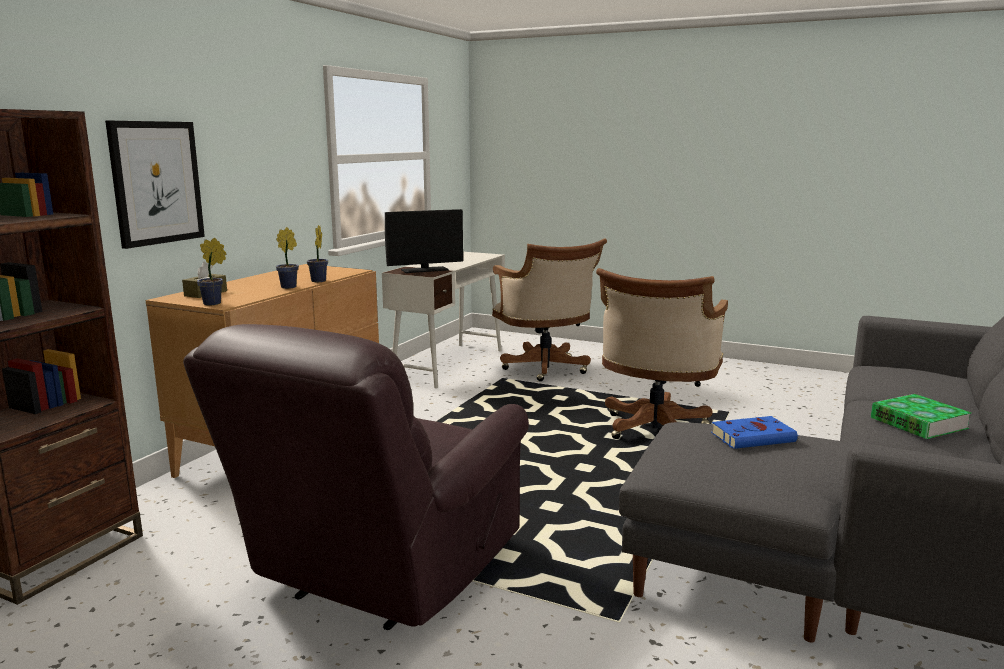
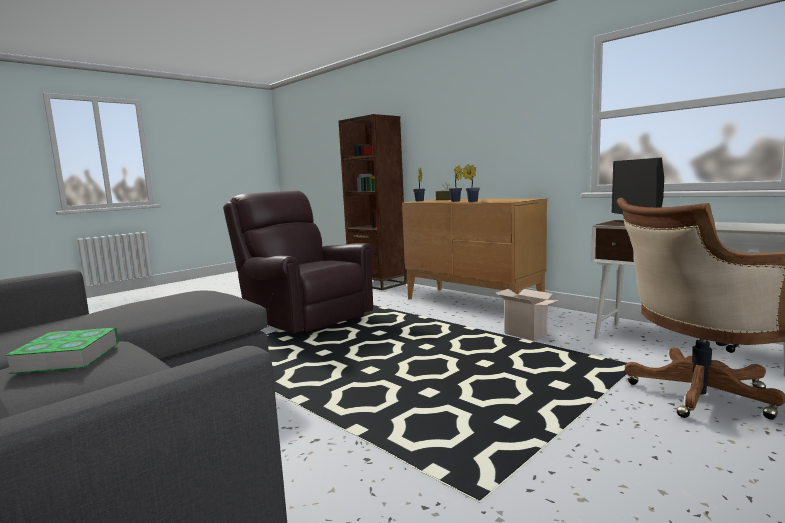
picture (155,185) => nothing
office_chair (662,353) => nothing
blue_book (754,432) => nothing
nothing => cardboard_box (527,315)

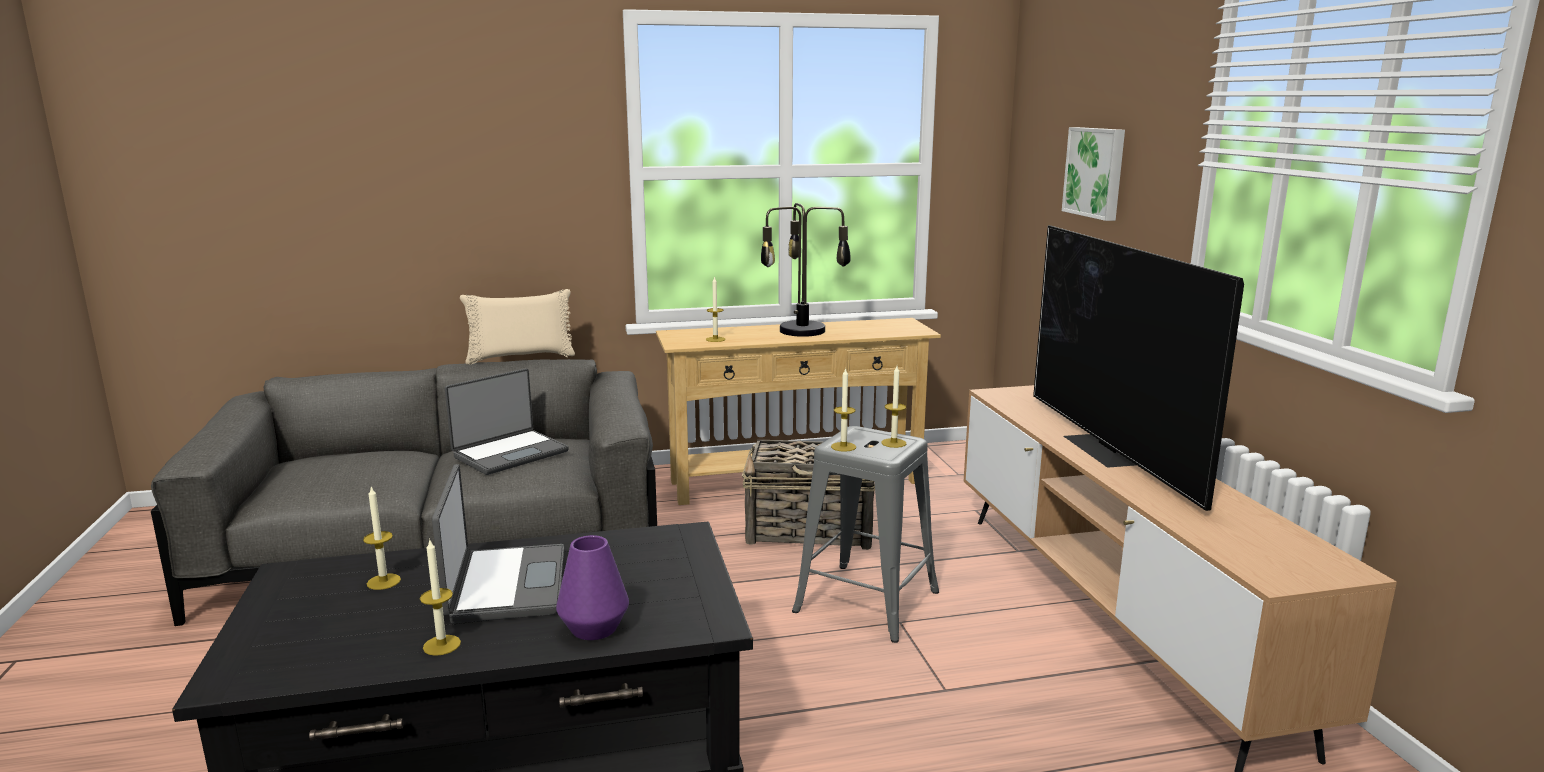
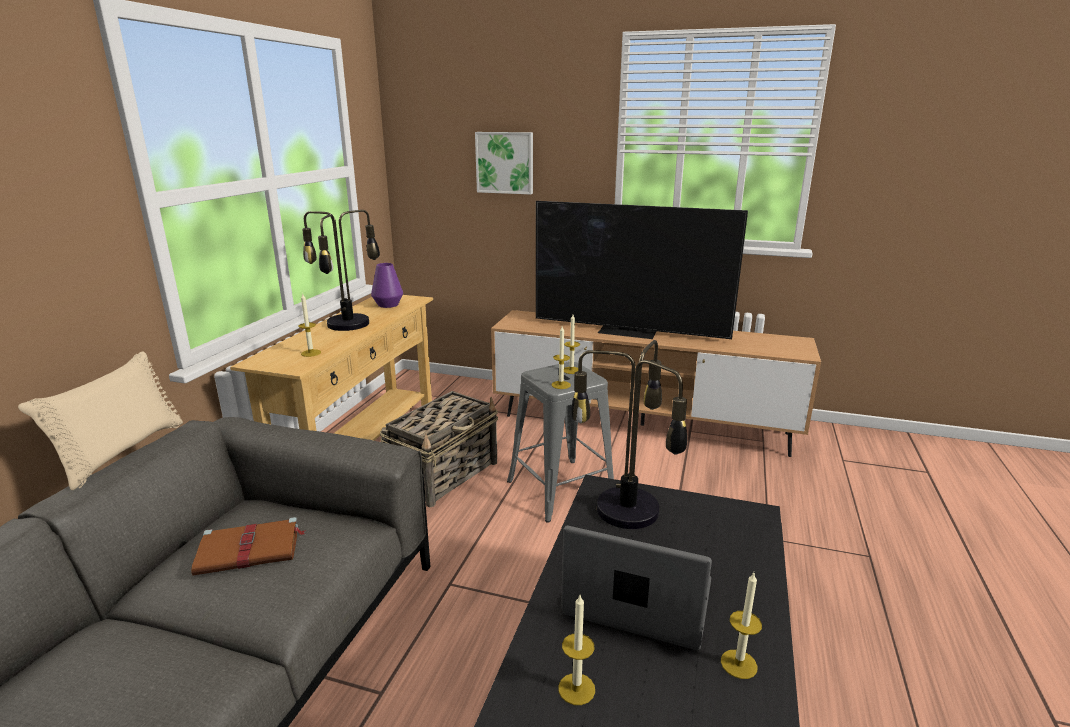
laptop (507,421) => brown_book (248,546)
purple_vase (592,587) => purple_vase (387,285), move
nothing => table_lamp (629,434)

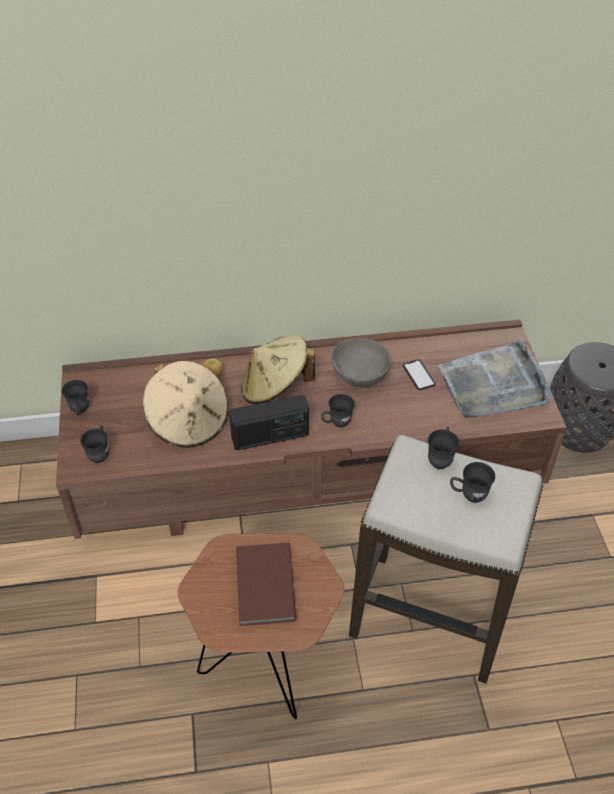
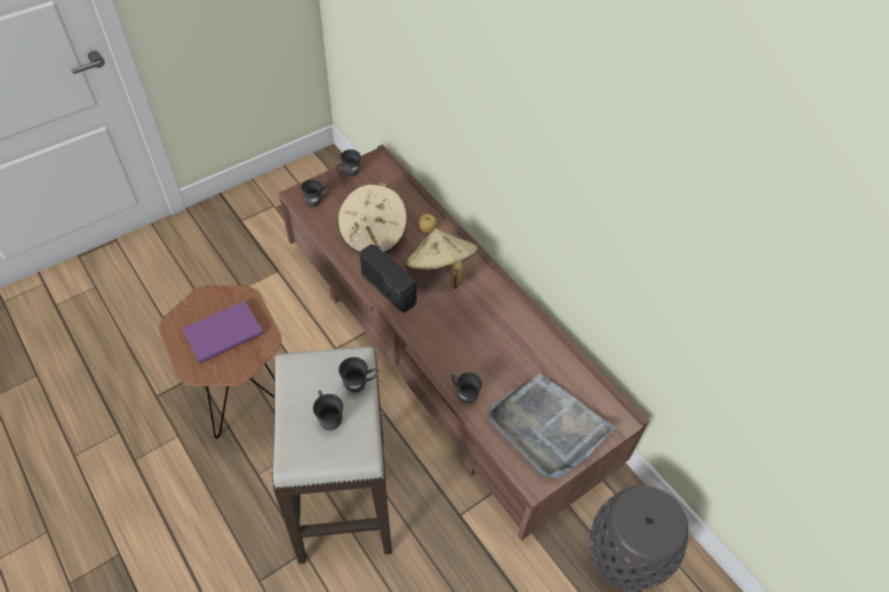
brown_book (266,584) => purple_book (223,332)
grey_mug (338,410) => grey_mug (466,387), move
grey_bowl (361,362) => nothing
phone (419,374) => nothing

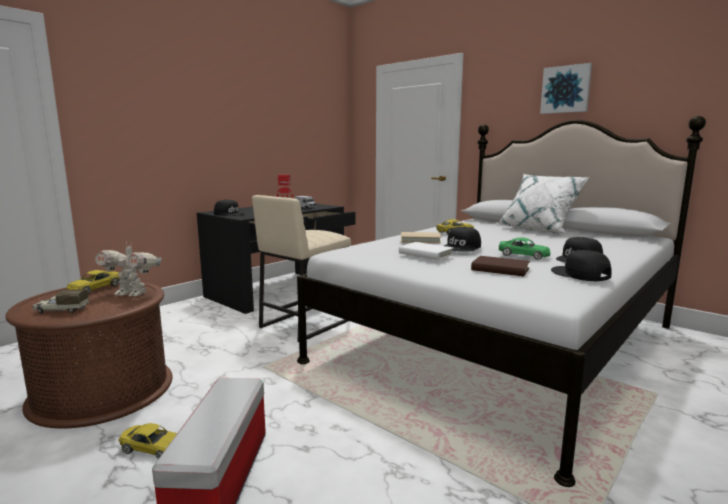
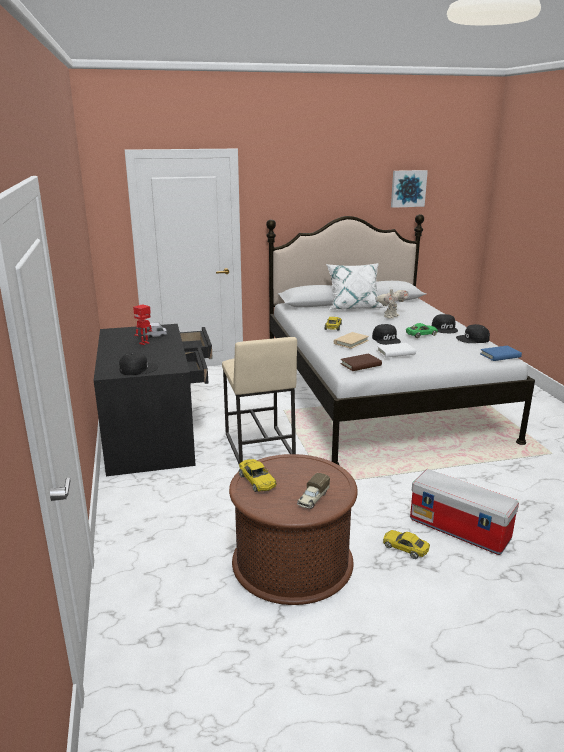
toy_robot (128,268) => toy_robot (392,304), move
yellow_toy_car (147,441) => yellow_toy_car (406,544), 105 degrees counterclockwise
brown_book (500,266) => brown_book (361,362), move
picture (566,88) => picture (409,189), move
nothing => blue_book (501,353)

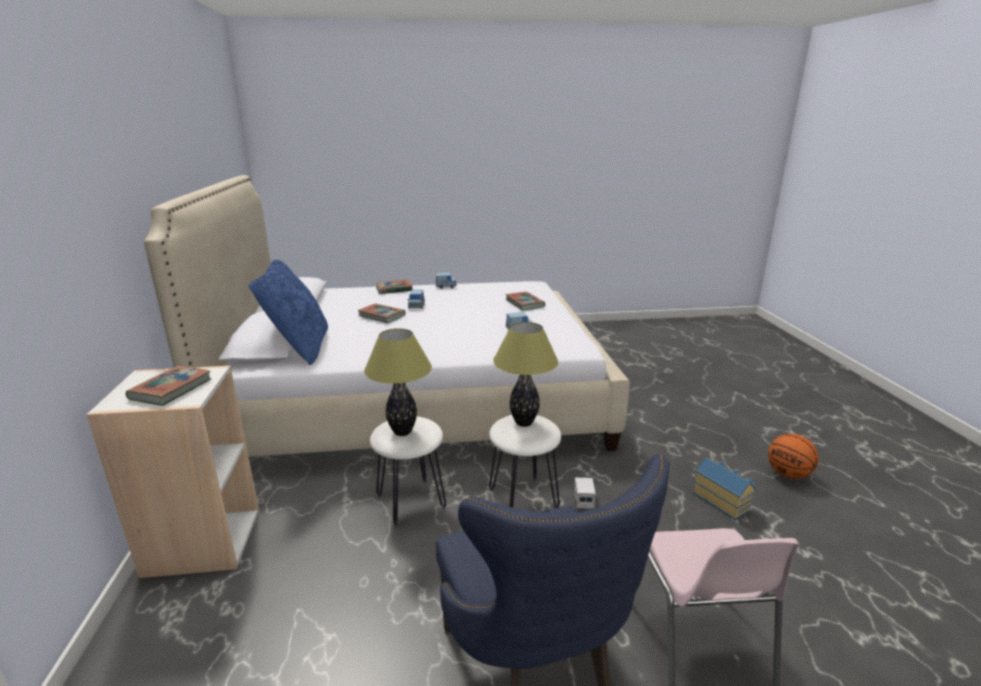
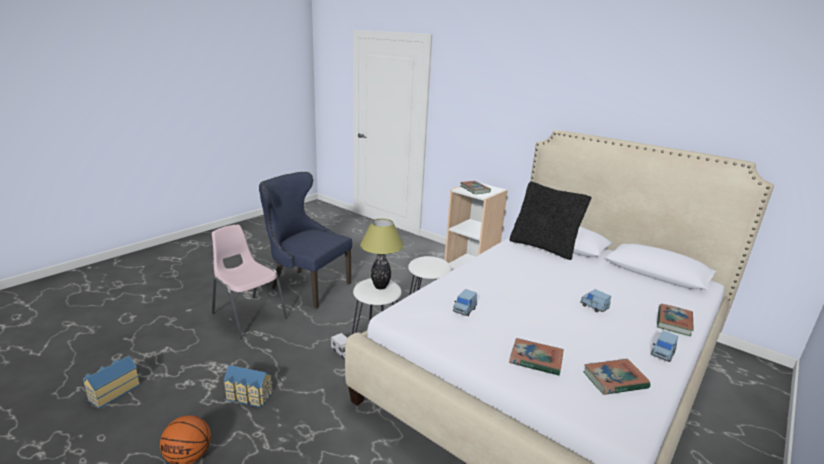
blue_pillow (288,312) => black_pillow (550,220)
book (381,313) => book (616,377), move
table_lamp (398,382) => nothing
nothing => toy_house (111,382)

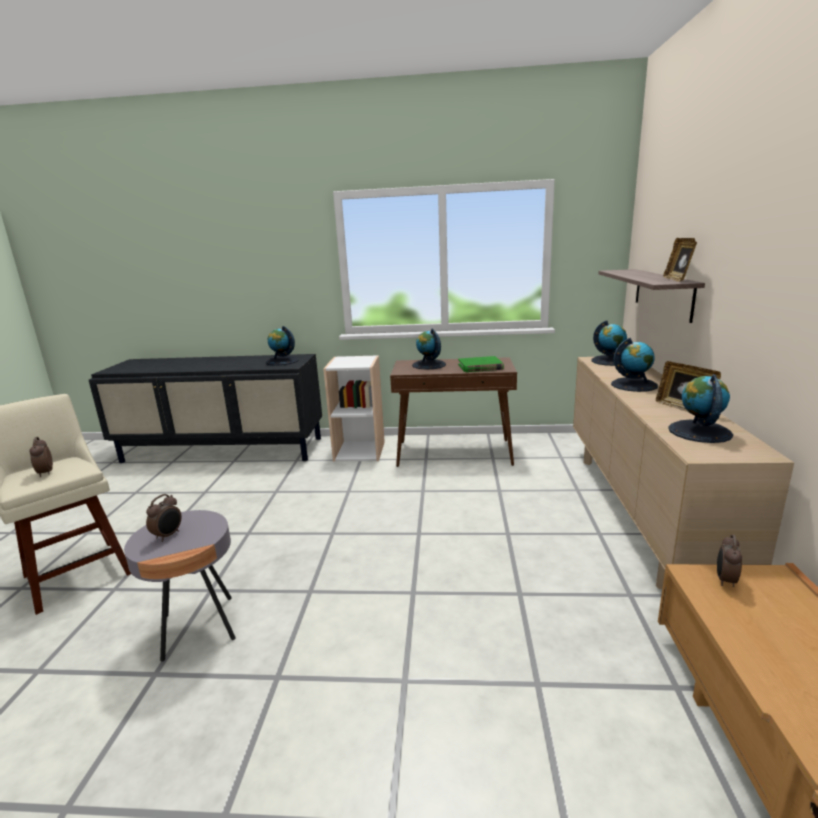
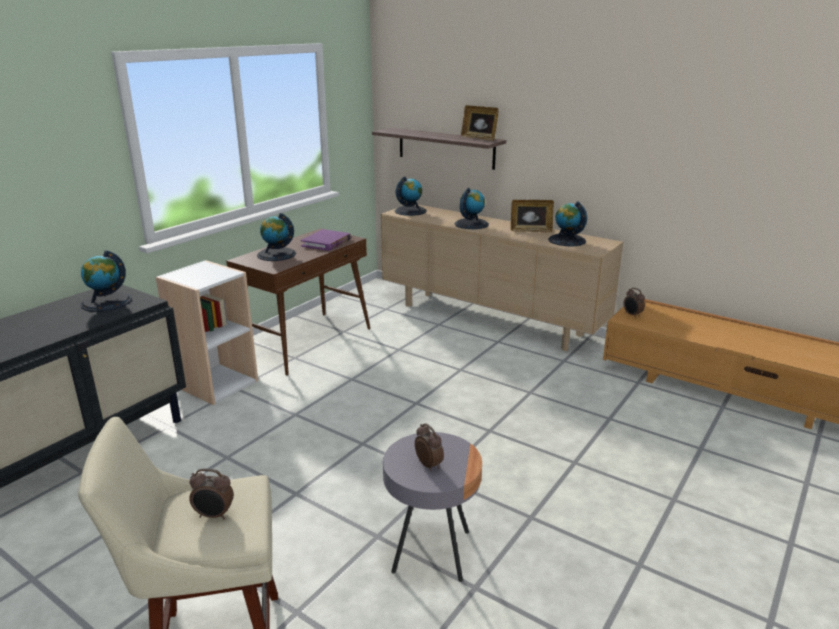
green_book (481,364) => purple_book (326,240)

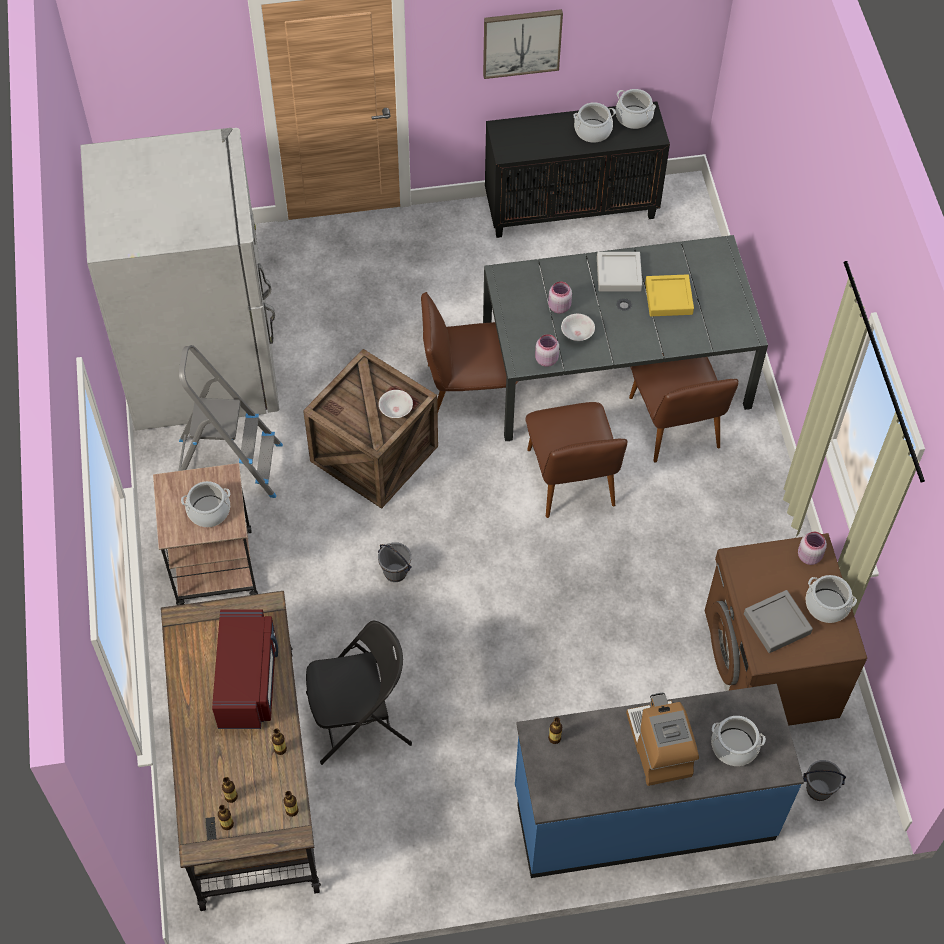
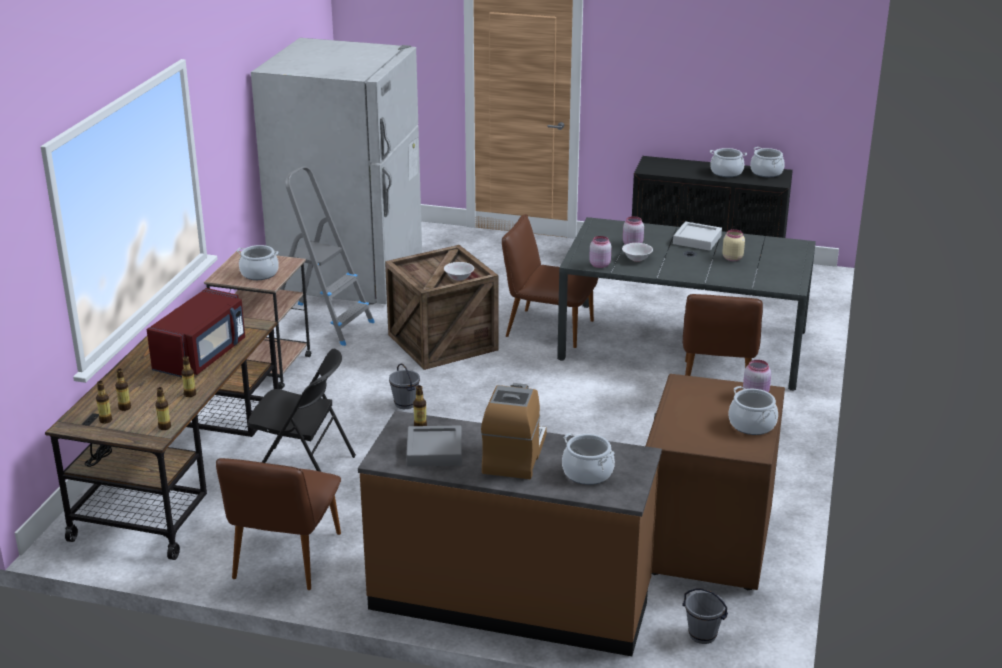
picture (523,44) => nothing
blue_counter (659,781) => brown_counter (510,533)
brown_chair (576,460) => brown_chair (278,524), move
yellow_tray (669,295) => beige_jar (733,245)
grey_tray (778,621) => grey_tray (434,445), move

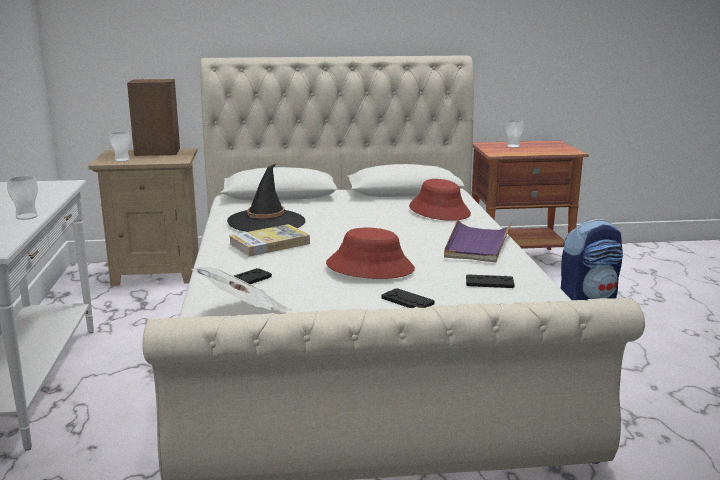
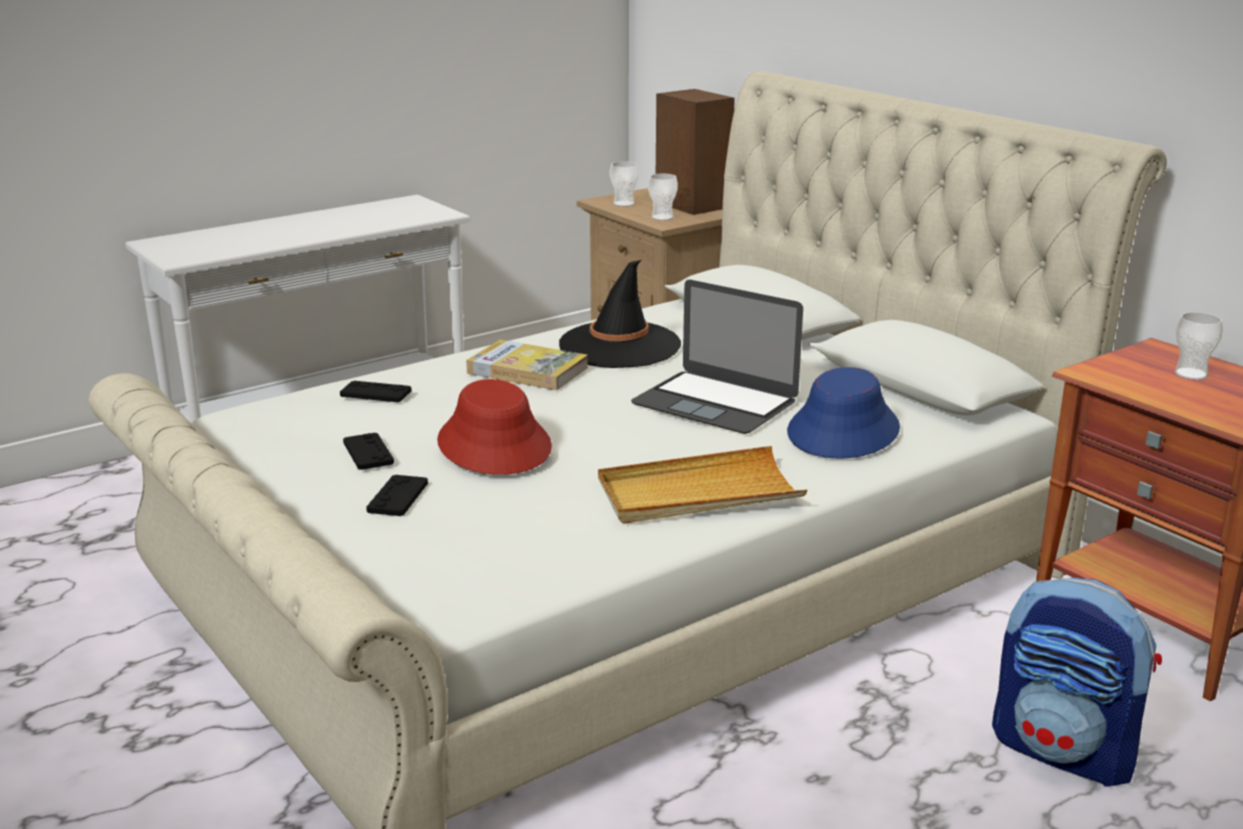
cup (22,198) => cup (663,197), move
newspaper (242,289) => nothing
red_hat (440,200) => blue_hat (843,413)
purple_tray (478,240) => beige_tray (702,485)
black_game_controller (490,281) => black_game_controller (368,451), move
nothing => laptop (717,357)

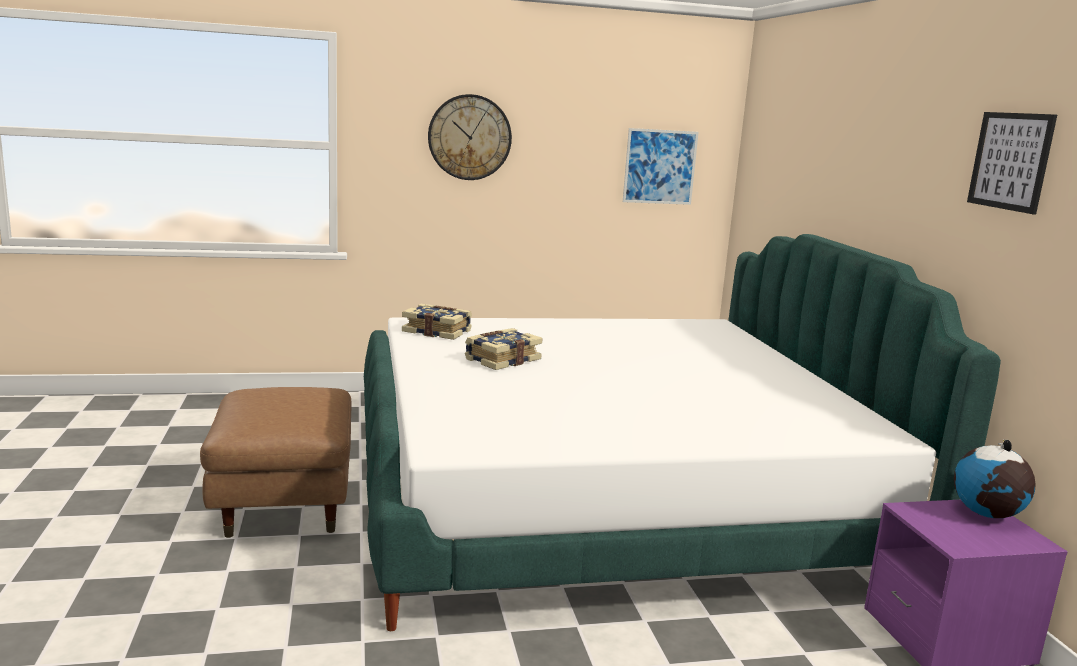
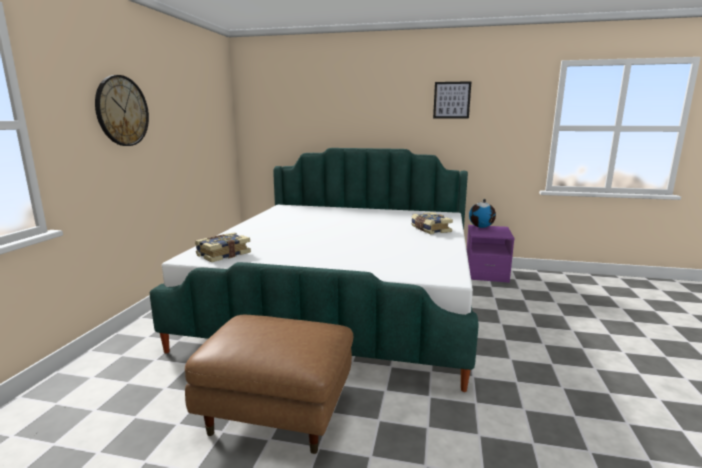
book (504,349) => book (432,223), move
picture (661,166) => nothing

